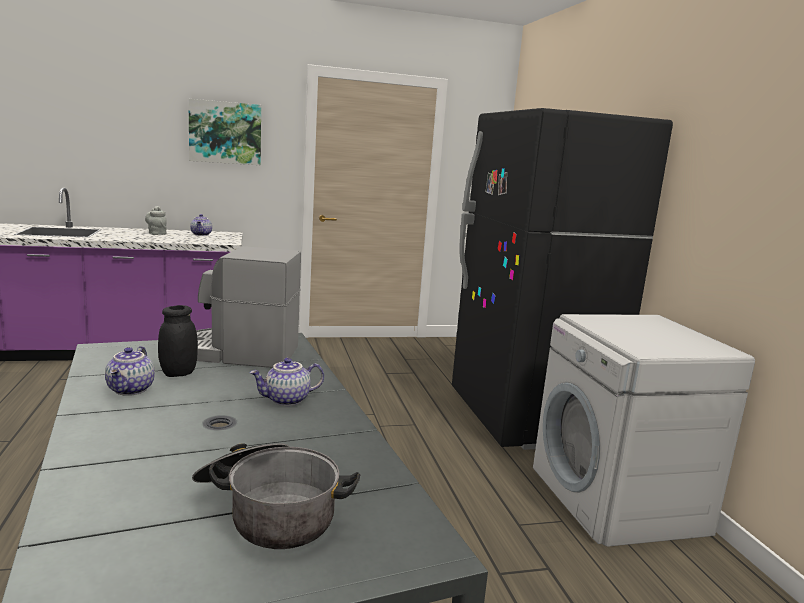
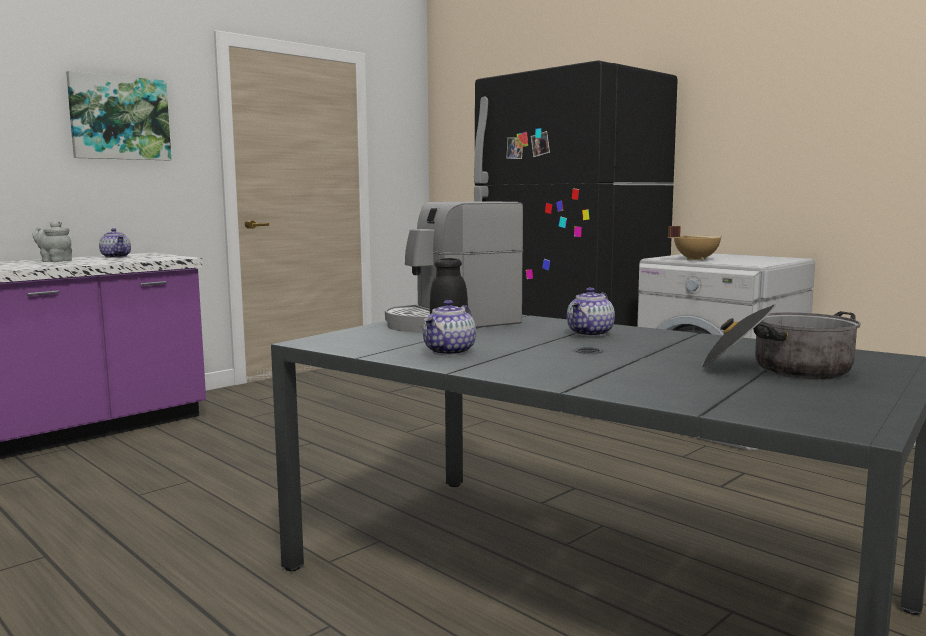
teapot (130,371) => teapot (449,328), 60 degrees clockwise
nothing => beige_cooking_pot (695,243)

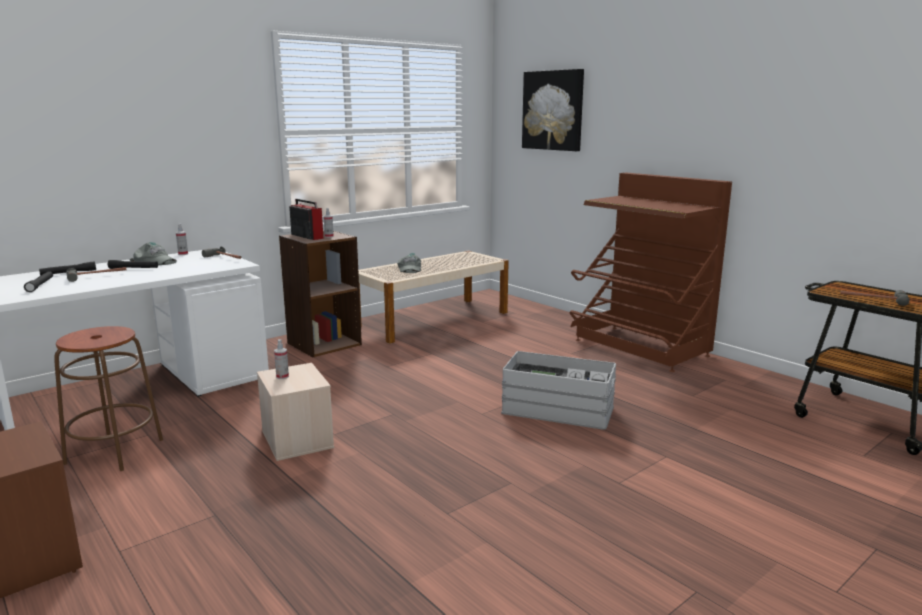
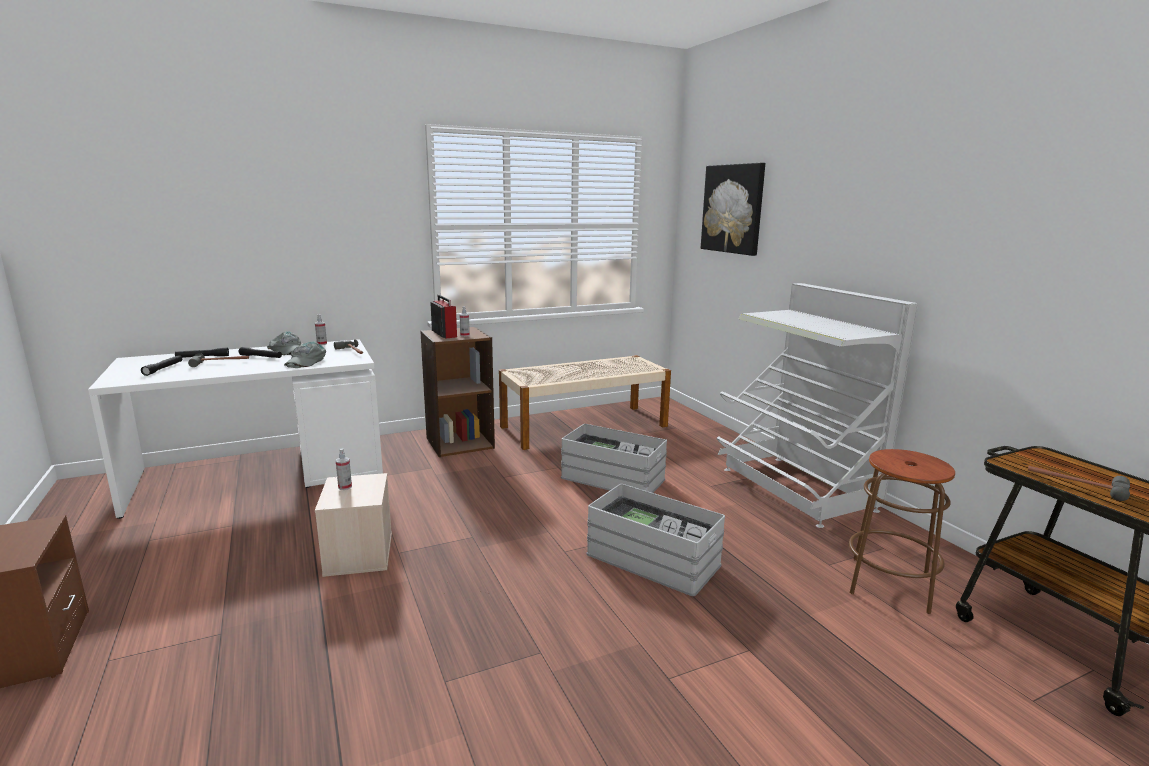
brown_stool (108,398) => brown_stool (902,531), move
grey_cap (409,263) => grey_cap (305,354), move
brown_shoe_rack (650,272) => white_shoe_rack (817,405)
nothing => grey_storage_box (614,458)

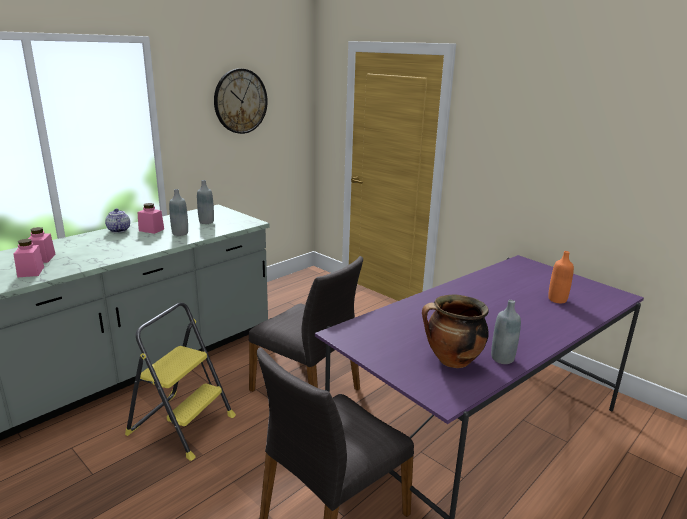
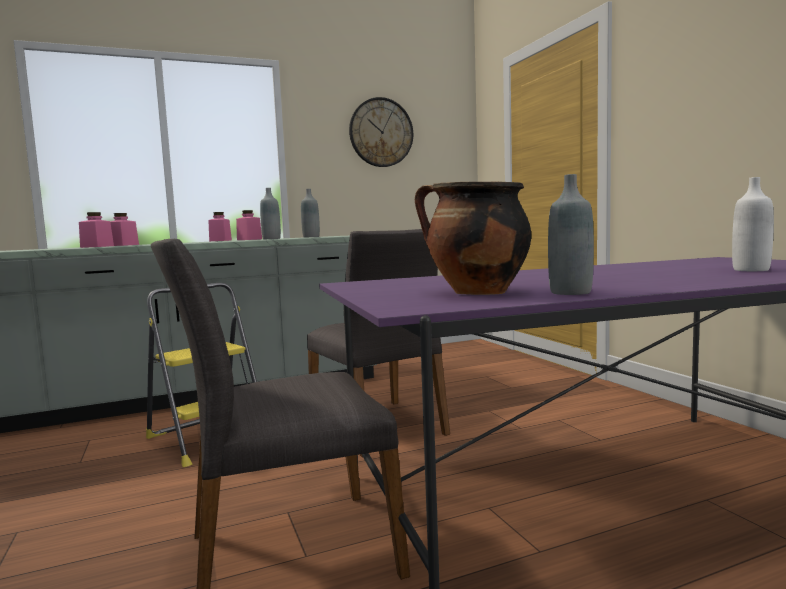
teapot (117,221) => pink_jar (220,226)
orange_bottle (561,277) => white_bottle (753,224)

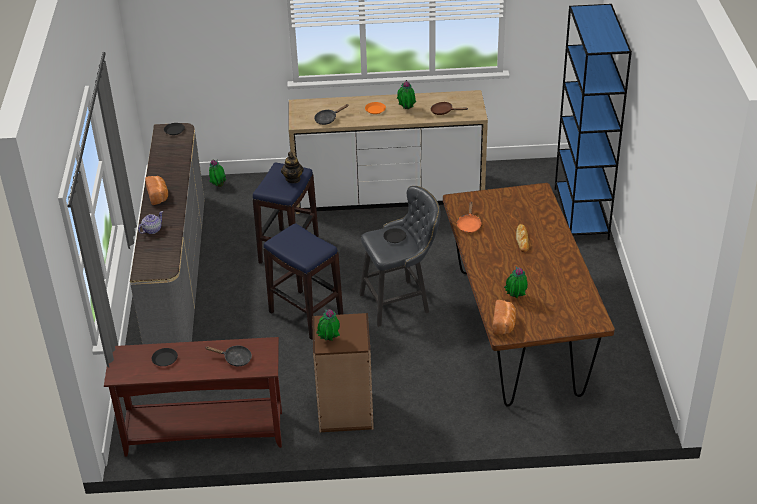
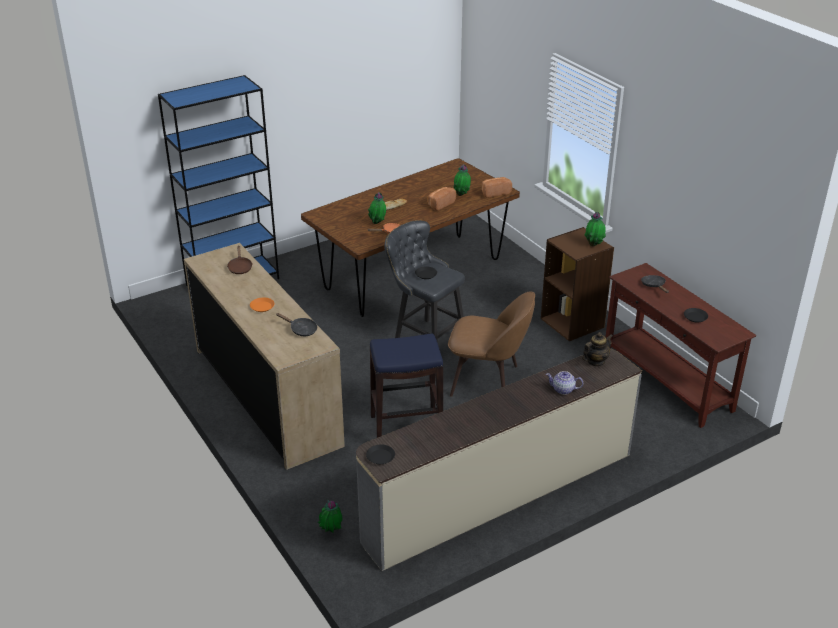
bread (156,190) => bread (441,199), move
stool (303,281) => brown_chair (491,344)
teapot (292,167) => teapot (597,349), move
potted_plant (406,94) => potted_plant (377,208), move

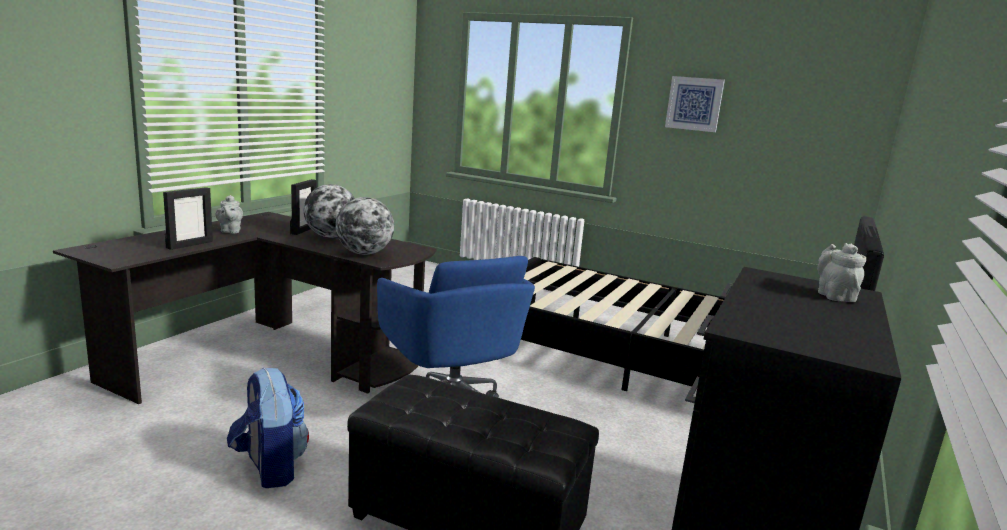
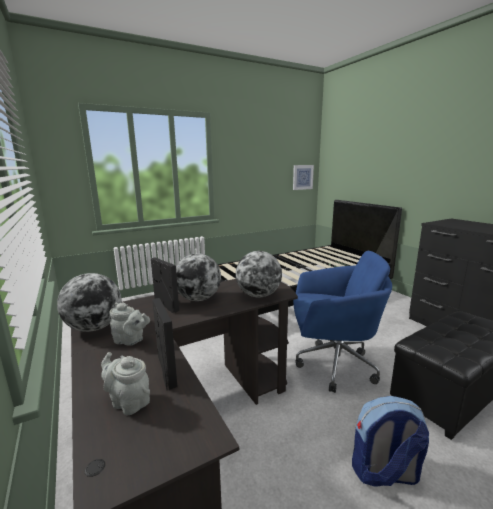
picture (695,104) => picture (303,177), move
grey_teapot (841,272) => grey_teapot (125,383), move
nothing => globe (89,302)

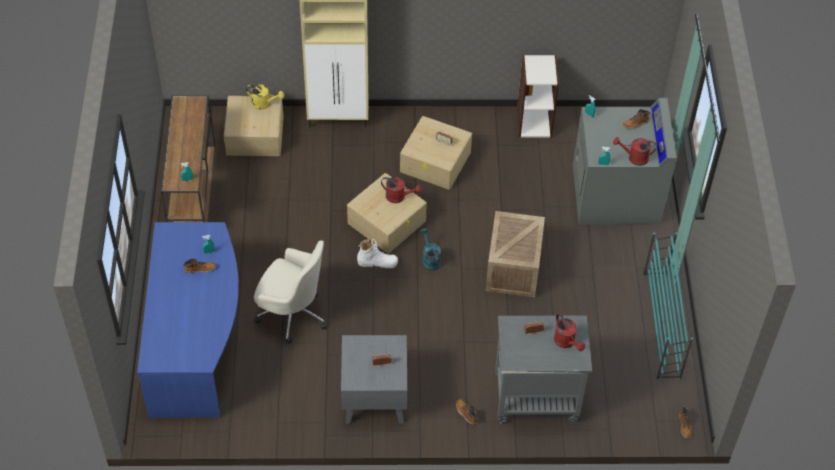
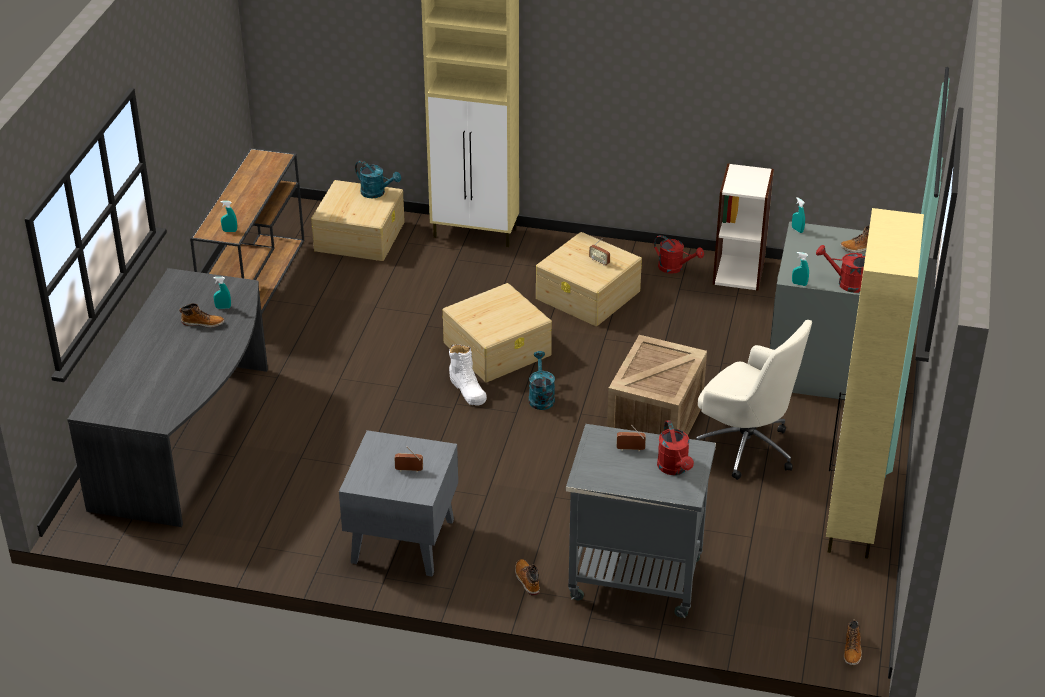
blue_desk (188,320) => grey_desk (167,397)
yellow_watering_can (265,97) => turquoise_watering_can (378,179)
beige_office_chair (290,291) => beige_office_chair (754,400), move
white_boot (377,253) => white_boot (468,375), 45 degrees clockwise
red_watering_can (401,190) => red_watering_can (679,254), move
turquoise_shoe_rack (668,306) => beige_cabinet (875,383)

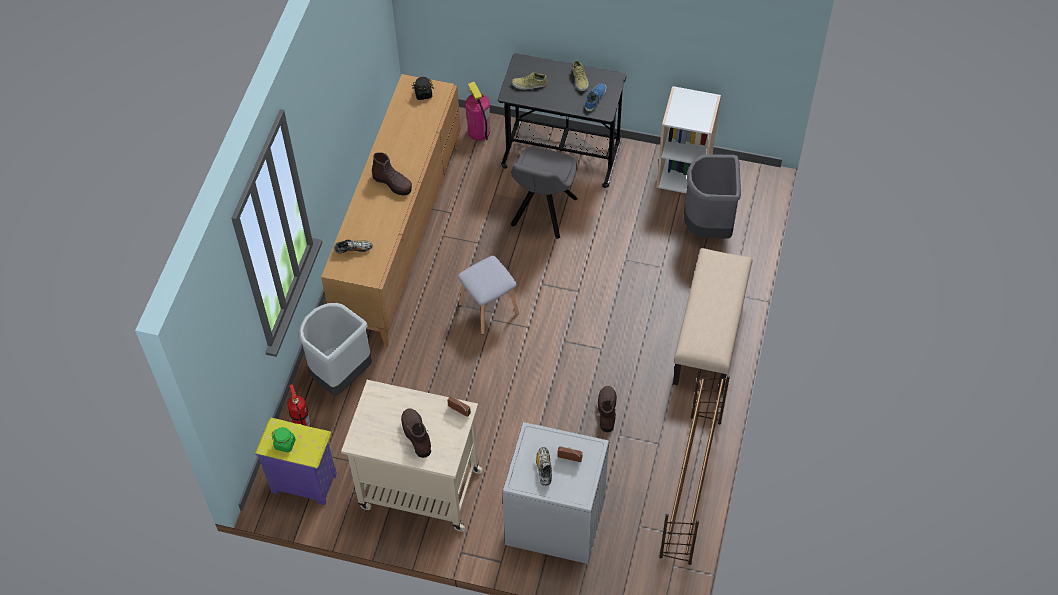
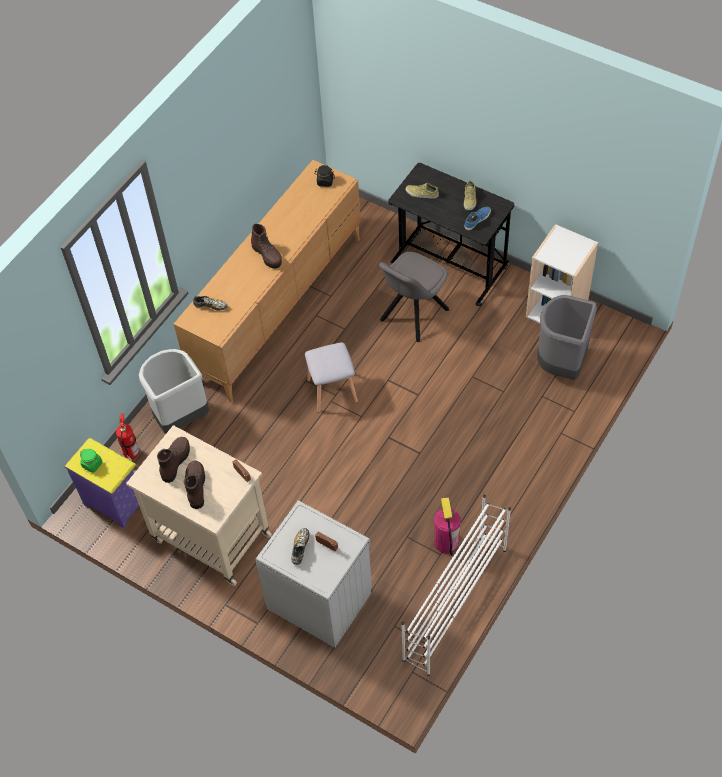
fire_extinguisher (477,111) => fire_extinguisher (447,526), move
brown_boot (607,409) => brown_boot (173,460), move
brown_shoe_rack (694,467) => white_shoe_rack (456,585)
beige_bench (712,321) => nothing

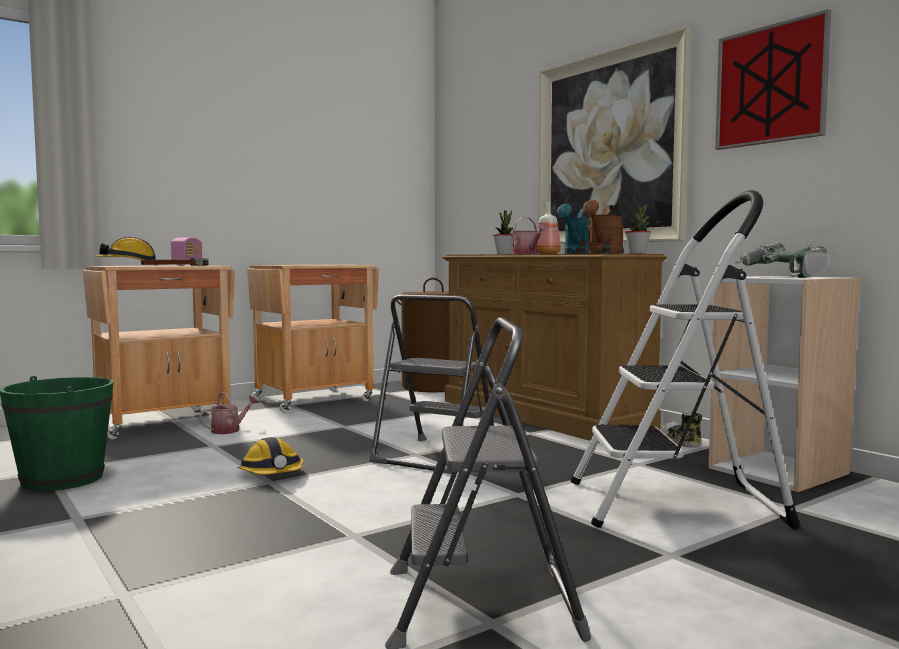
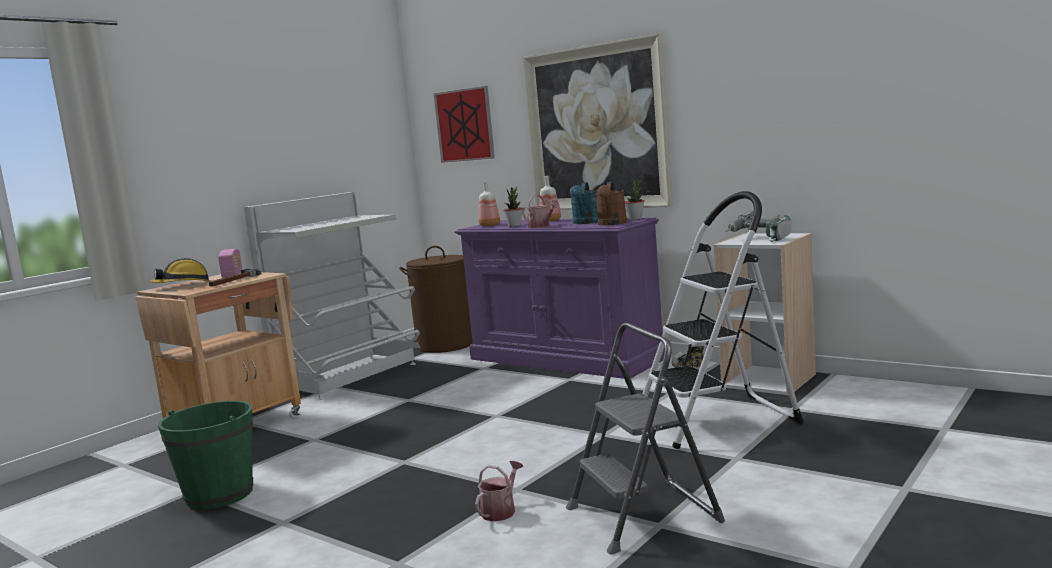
watering_can (229,413) => watering_can (499,491), move
hard_hat (270,456) => nothing
brown_cart (313,338) => white_shoe_rack (331,296)
grey_step_ladder (431,384) => nothing
brown_cabinet (554,348) => purple_cabinet (560,298)
picture (773,79) => picture (464,124), move
nothing => bottle (489,203)

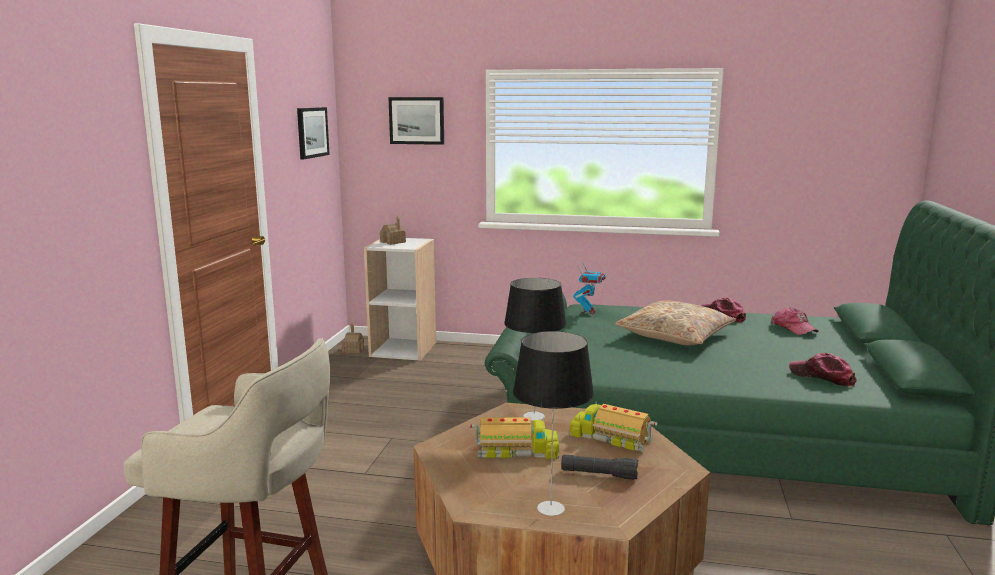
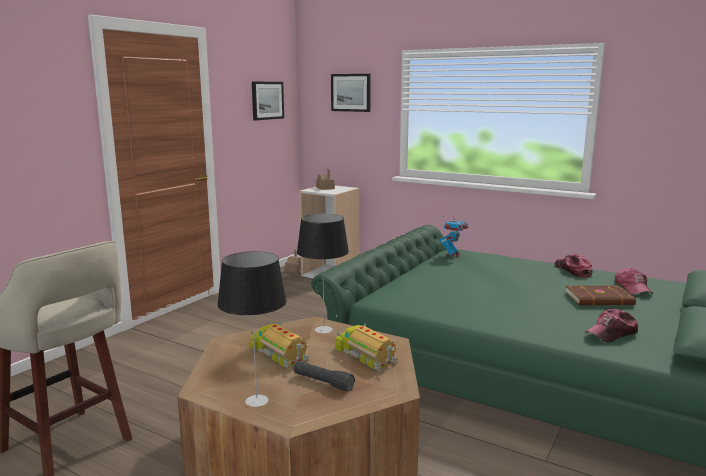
toy_truck (514,438) => toy_truck (279,345), 150 degrees counterclockwise
beige_pillow (675,322) => nothing
cap (823,370) => cap (611,325), 90 degrees counterclockwise
nothing => brown_book (600,295)

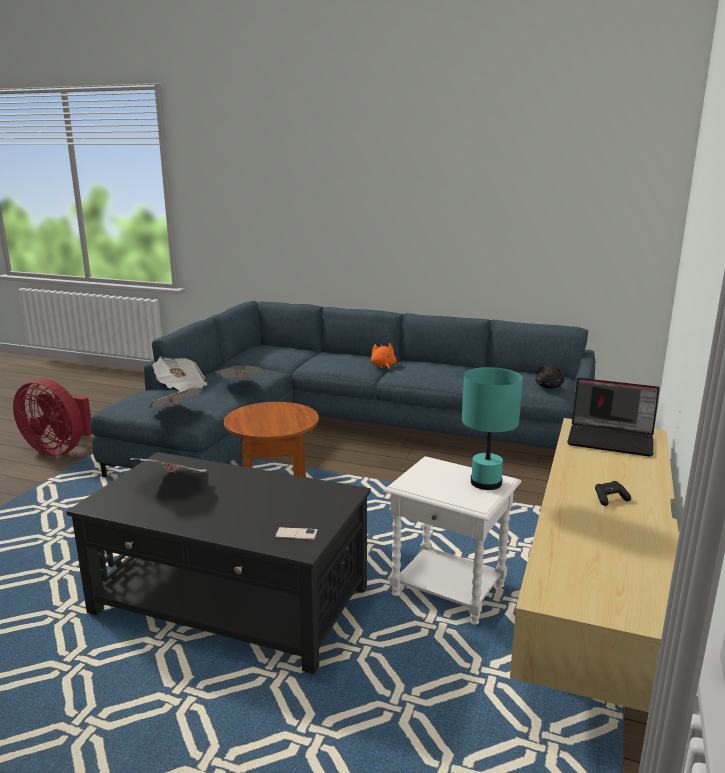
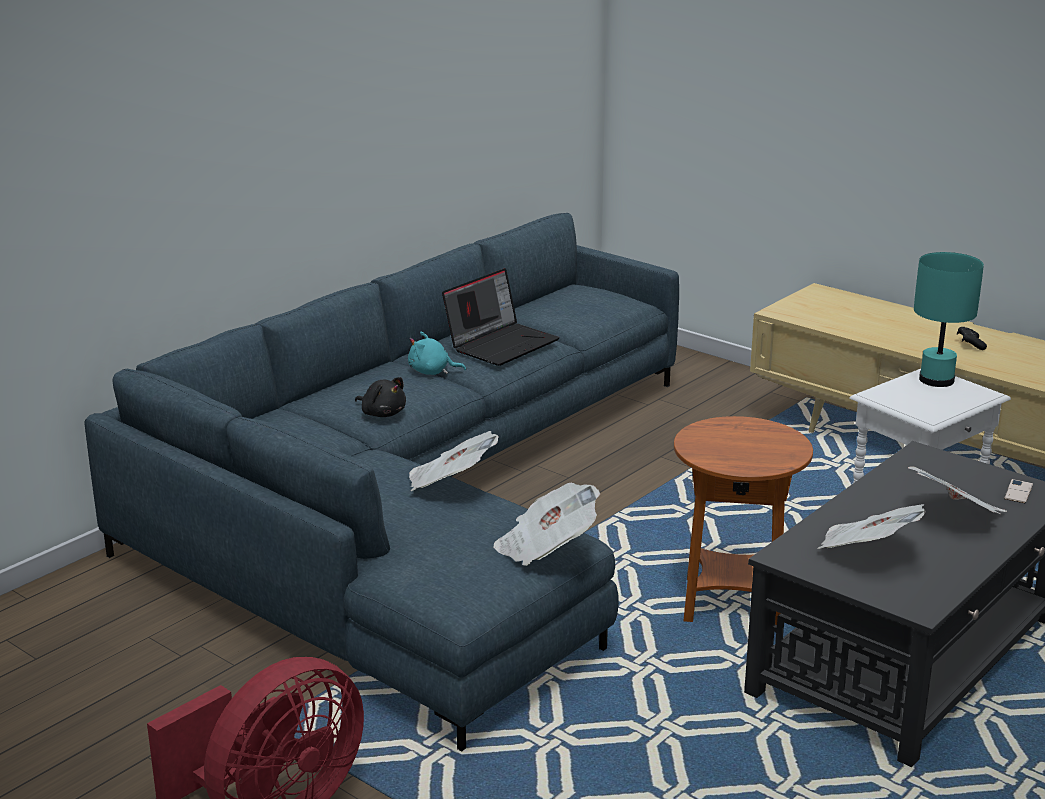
newspaper (179,373) => newspaper (957,490), move
orange_plush_toy (383,356) => turquoise_plush_toy (437,353)
black_plush_toy (549,377) => black_plush_toy (380,397), move
laptop (613,417) => laptop (501,317), move

